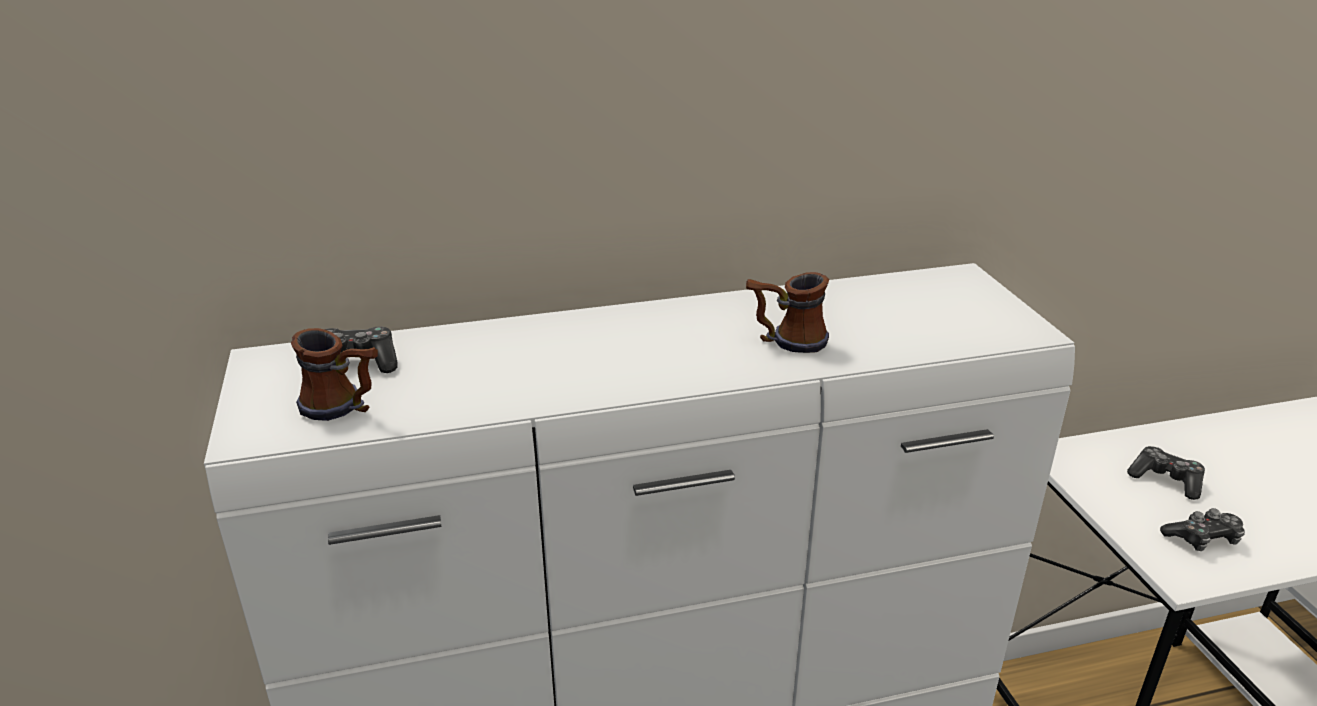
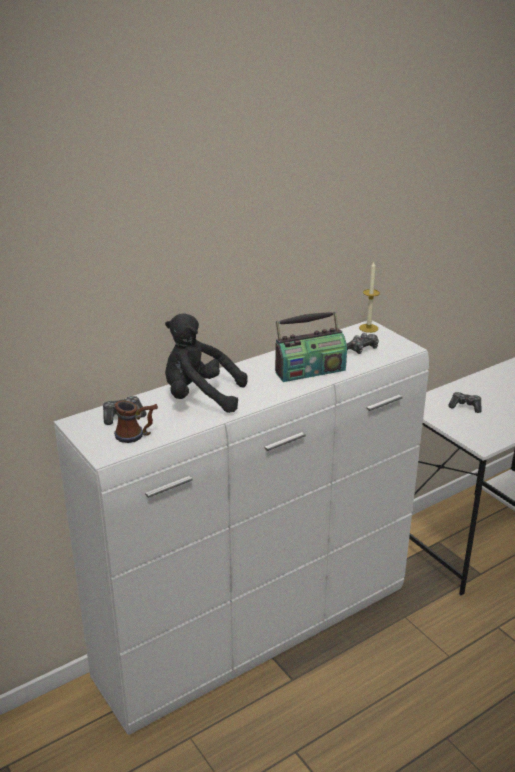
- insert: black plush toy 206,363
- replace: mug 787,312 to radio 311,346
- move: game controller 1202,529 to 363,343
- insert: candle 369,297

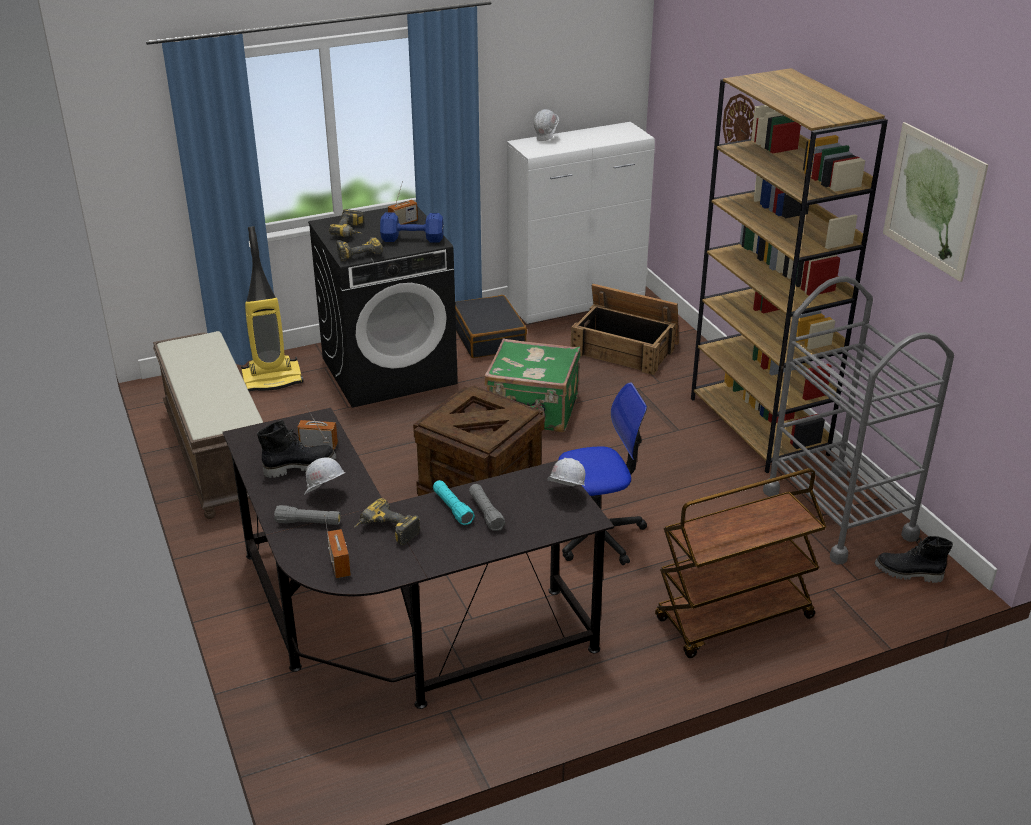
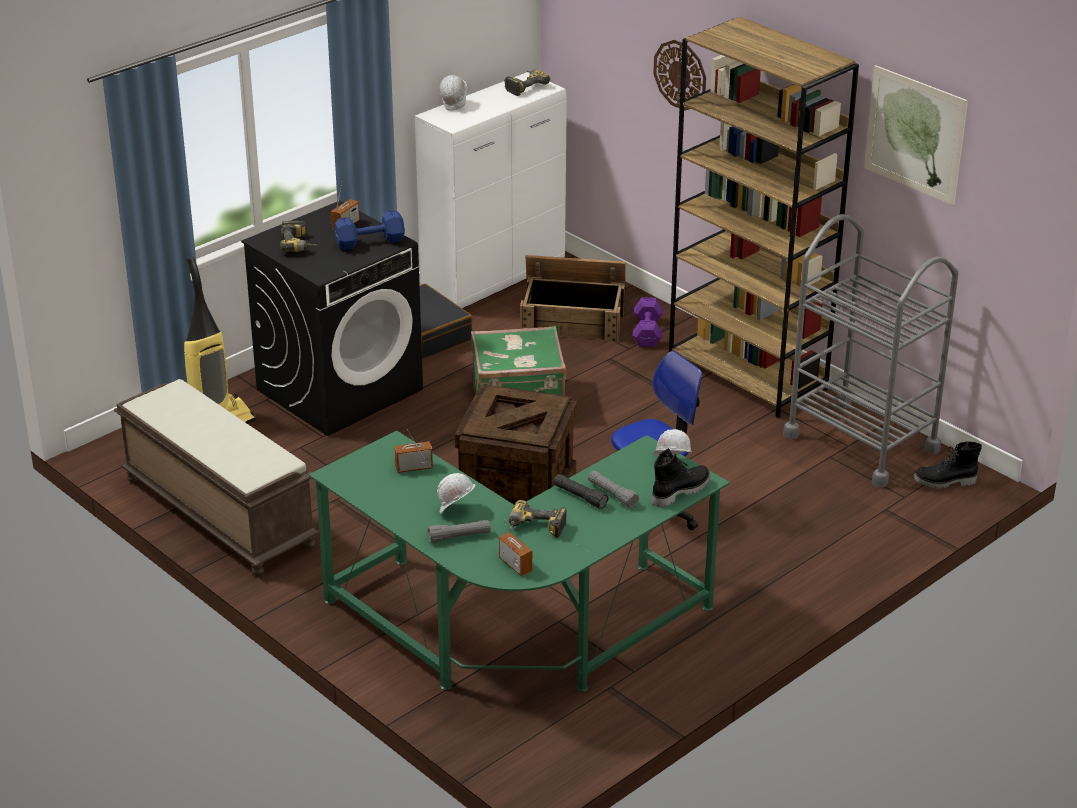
- recolor: black desk 418,558 to green desk 519,561
- move: power drill 359,249 to 527,83
- recolor: turquoise flashlight 454,502 to black flashlight 581,491
- insert: purple dumbbell 648,322
- move: black boot 296,449 to 681,478
- delete: brown cart 740,563

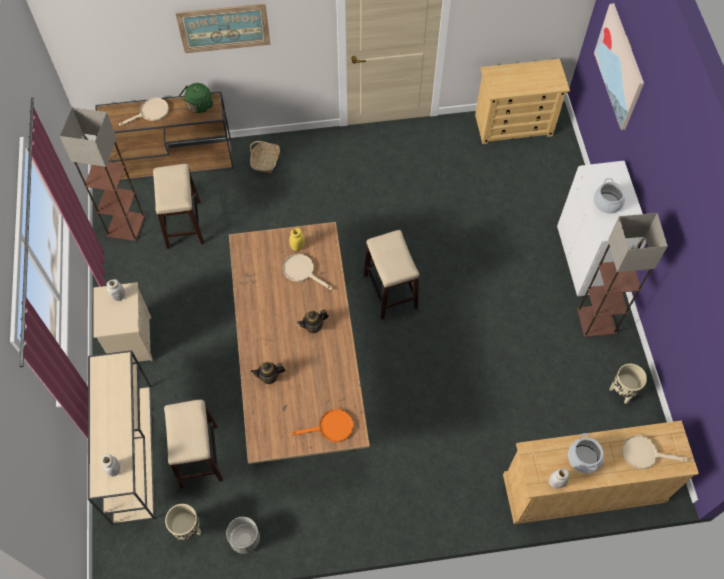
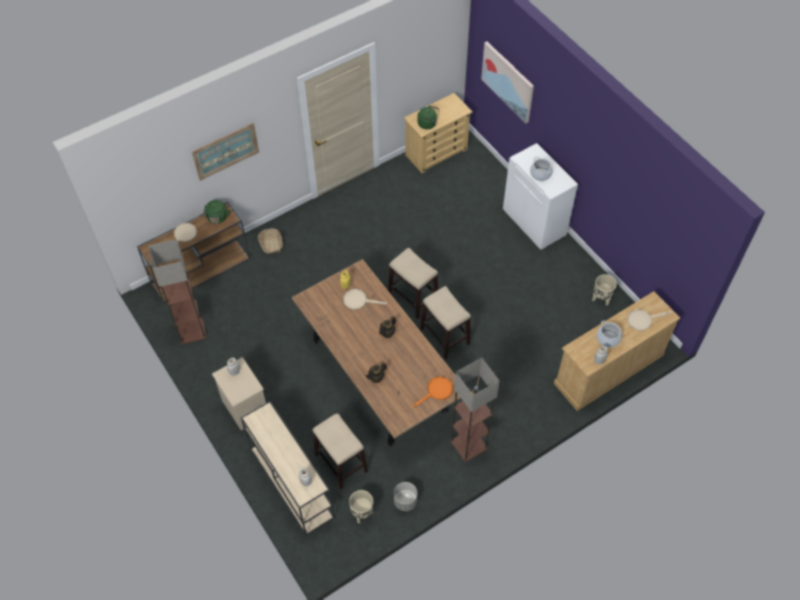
- insert: green kettle 428,117
- move: stool 178,206 to 445,322
- move: floor lamp 622,275 to 474,410

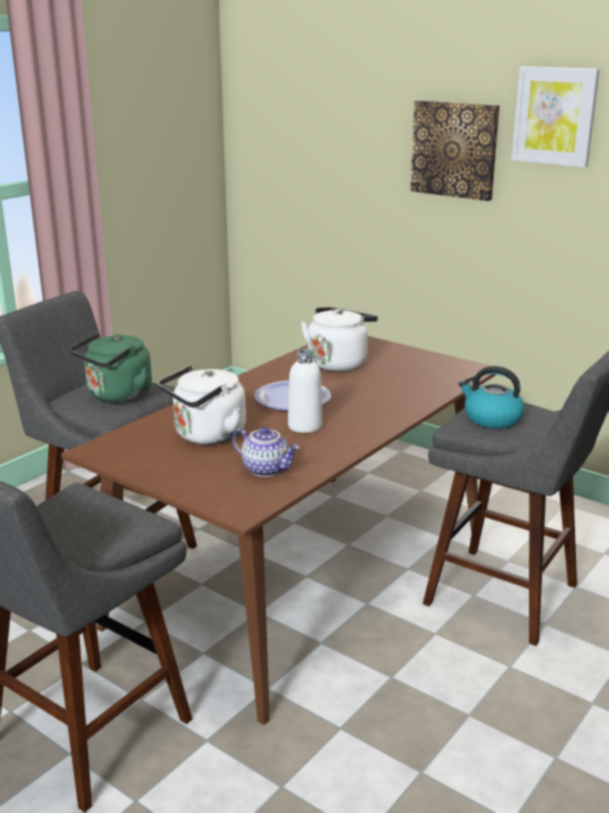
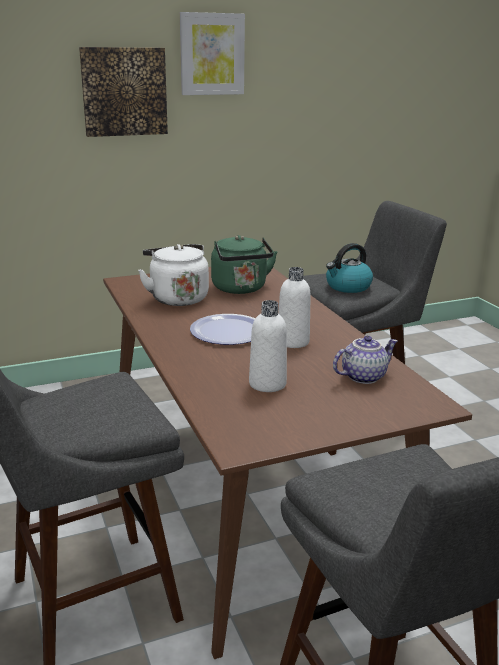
- move: green kettle 111,368 to 244,264
- replace: white kettle 202,405 to white bottle 268,346

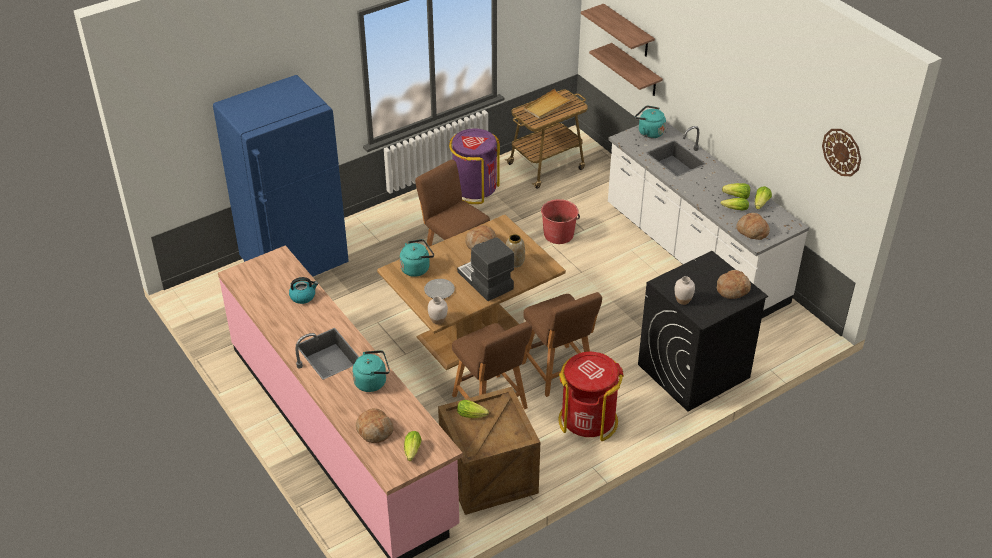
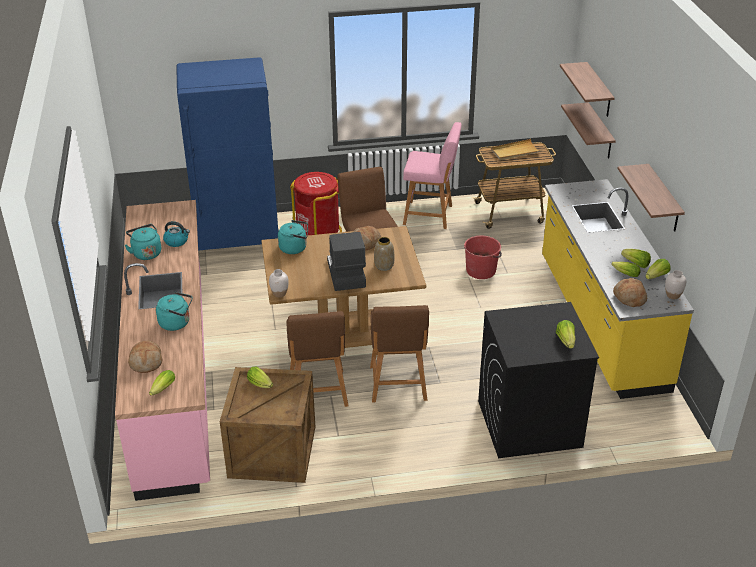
- move: turquoise kettle 650,122 to 143,242
- move: red trash can 591,396 to 316,204
- replace: purple trash can 474,166 to pink stool 432,175
- recolor: white counter 708,220 to yellow counter 618,289
- replace: bread 734,284 to lettuce 565,334
- insert: shelf 651,197
- move: white vase 685,290 to 675,284
- delete: plate 439,289
- delete: wall clock 841,152

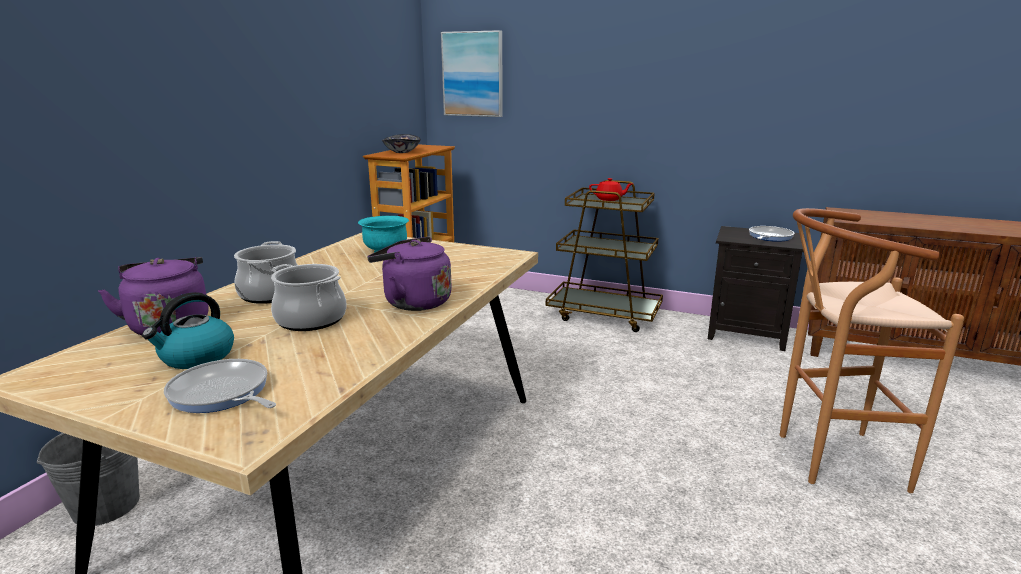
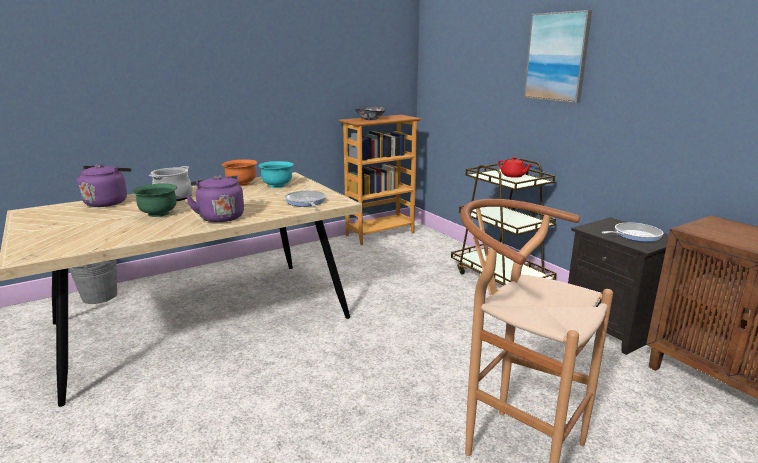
- replace: cooking pot 309,297 to green bowl 154,200
- insert: orange bowl 239,172
- move: frying pan 220,386 to 305,198
- move: picture 472,73 to 558,56
- delete: kettle 188,330

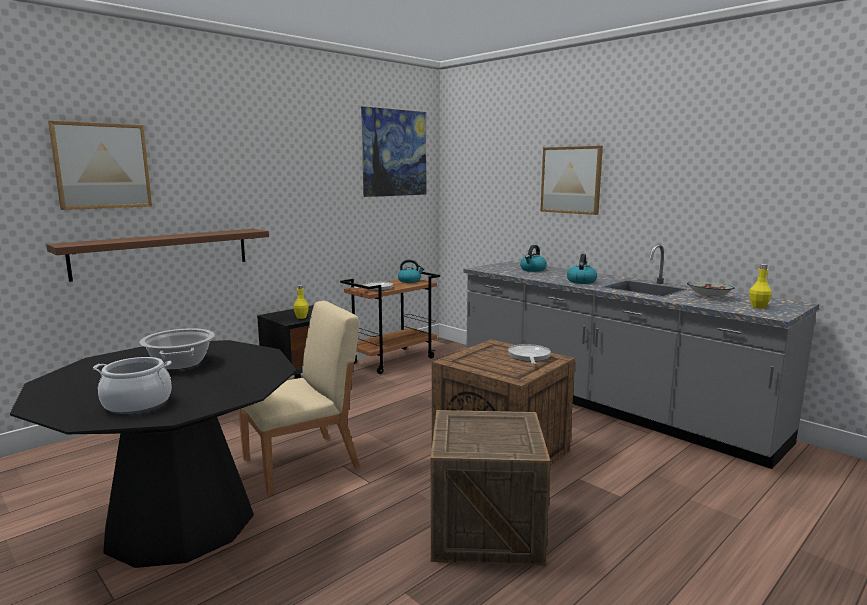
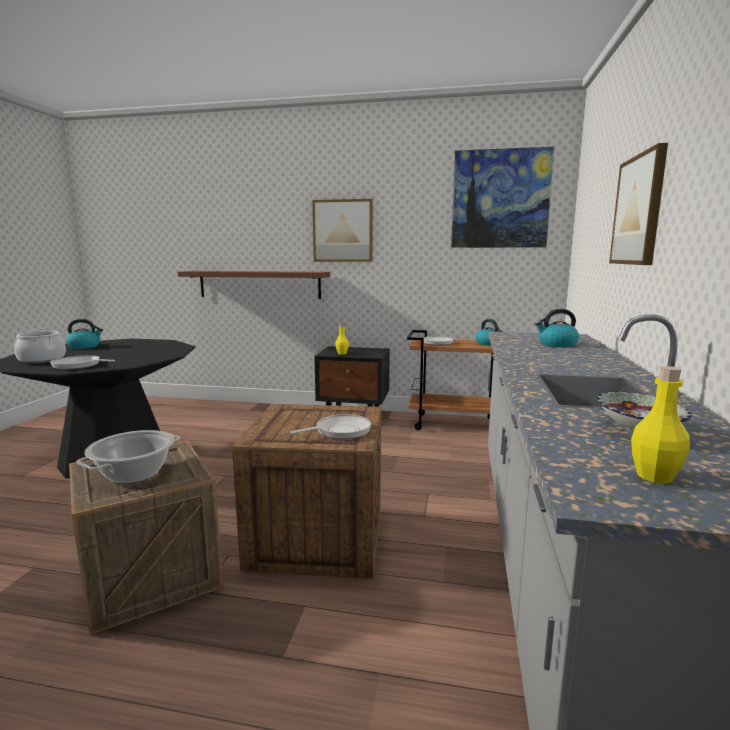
- insert: frying pan 82,362
- move: kettle 582,269 to 84,334
- move: cooking pot 177,349 to 128,457
- move: picture 100,165 to 342,230
- delete: beige chair 299,398

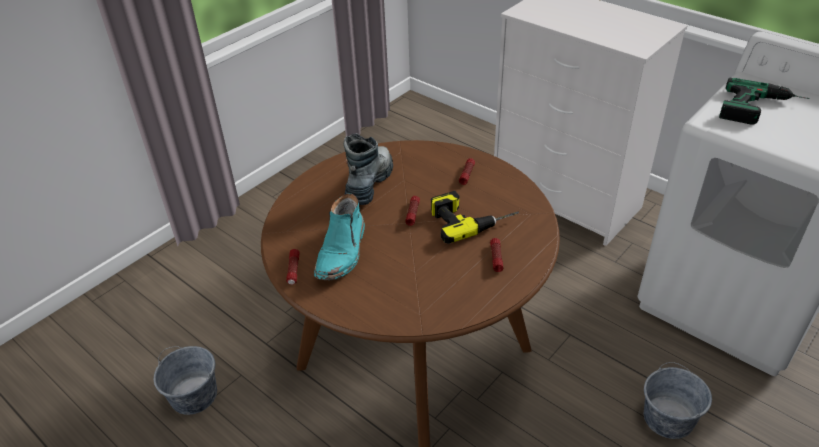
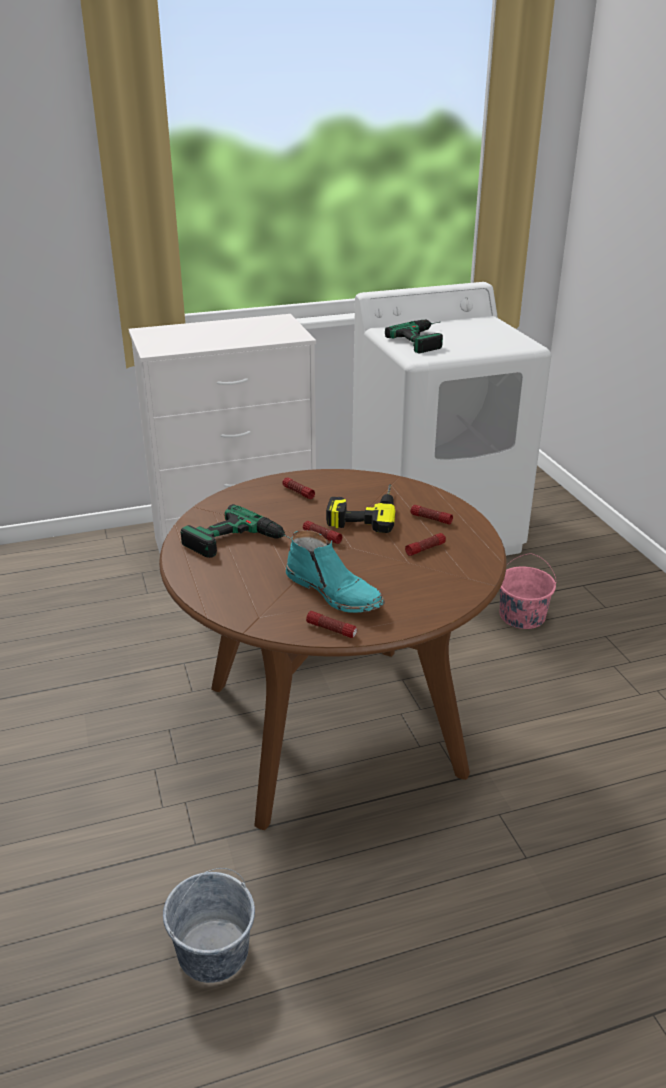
- replace: boot 368,169 to power drill 236,531
- insert: flashlight 425,544
- recolor: grey bucket 678,400 to pink bucket 528,591

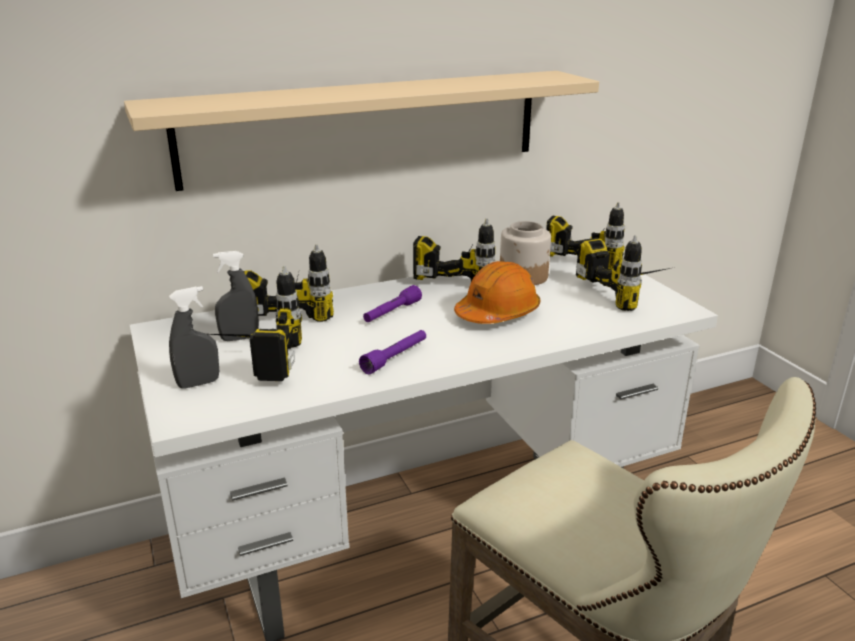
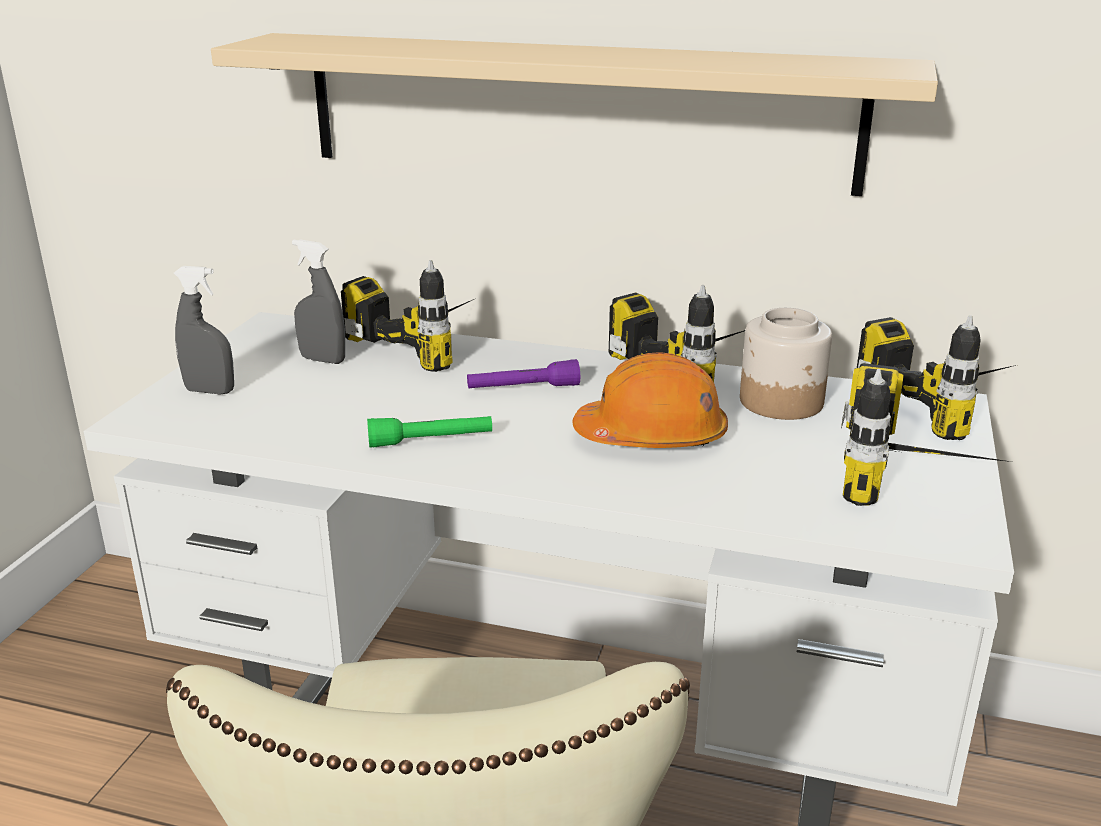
- recolor: purple flashlight 392,352 to green flashlight 429,432
- delete: power drill 255,323

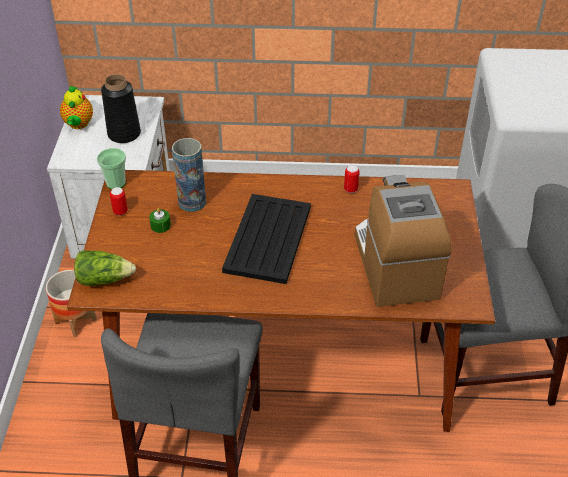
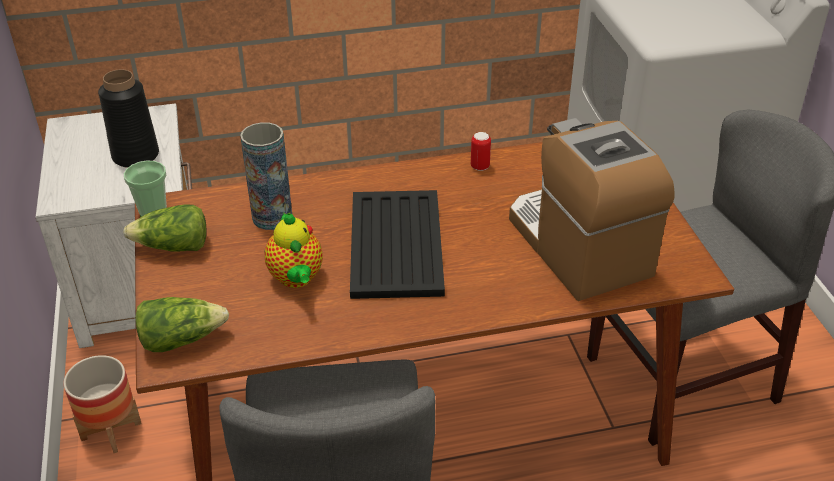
- replace: can 119,201 to lettuce 164,227
- move: teapot 76,107 to 294,250
- delete: green candle 160,220

